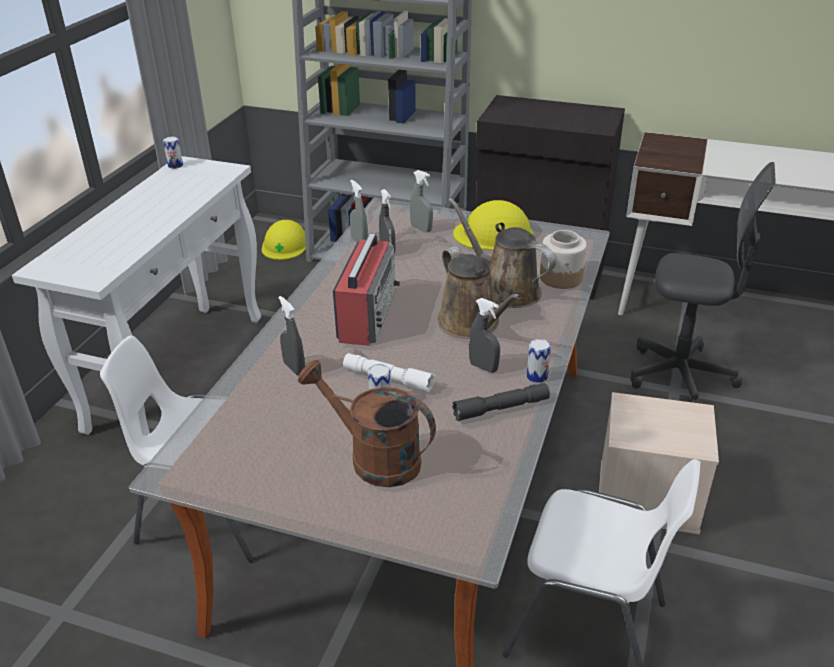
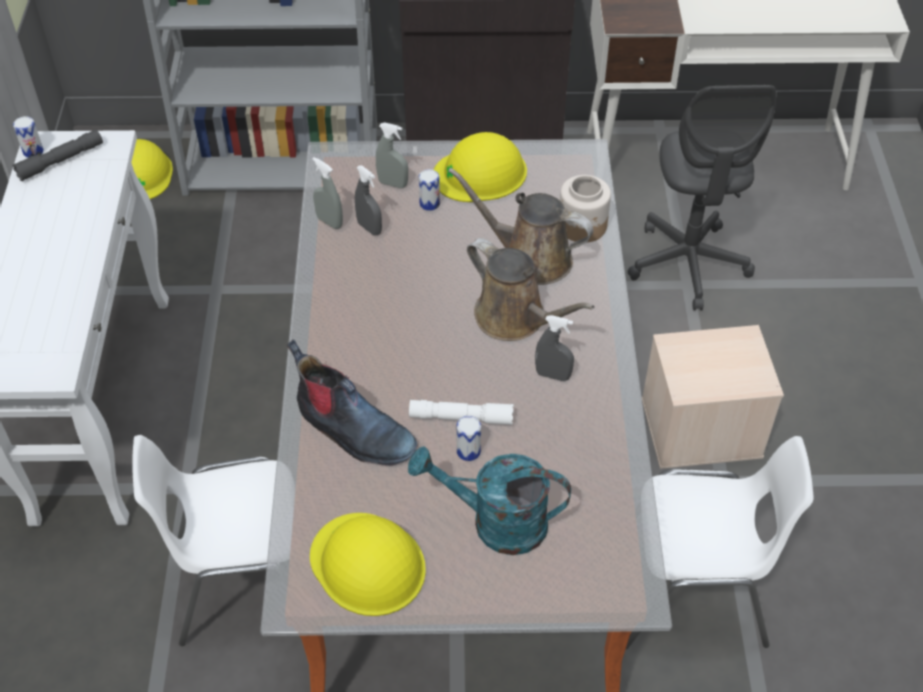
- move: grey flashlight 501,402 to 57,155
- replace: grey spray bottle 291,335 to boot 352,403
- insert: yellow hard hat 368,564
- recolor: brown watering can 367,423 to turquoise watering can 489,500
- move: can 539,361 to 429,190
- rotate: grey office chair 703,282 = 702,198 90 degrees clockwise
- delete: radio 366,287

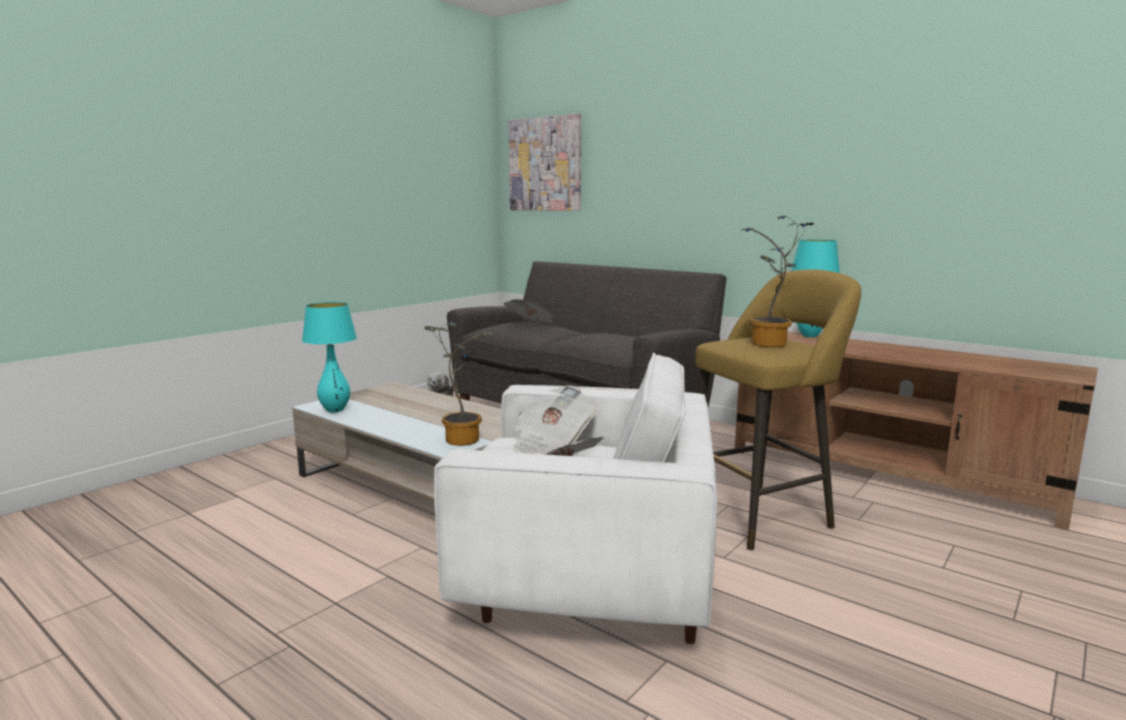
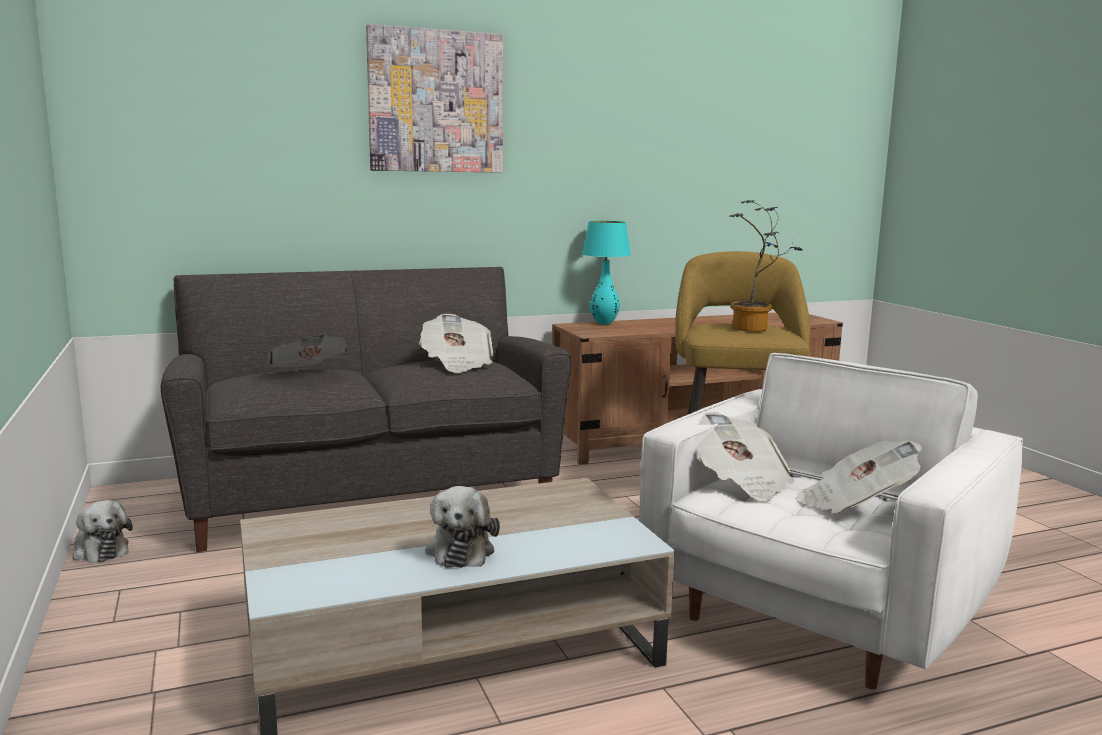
- move: picture 545,162 to 434,98
- insert: newspaper 456,343
- insert: plush toy 462,527
- delete: turquoise table lamp 329,357
- delete: potted plant 458,384

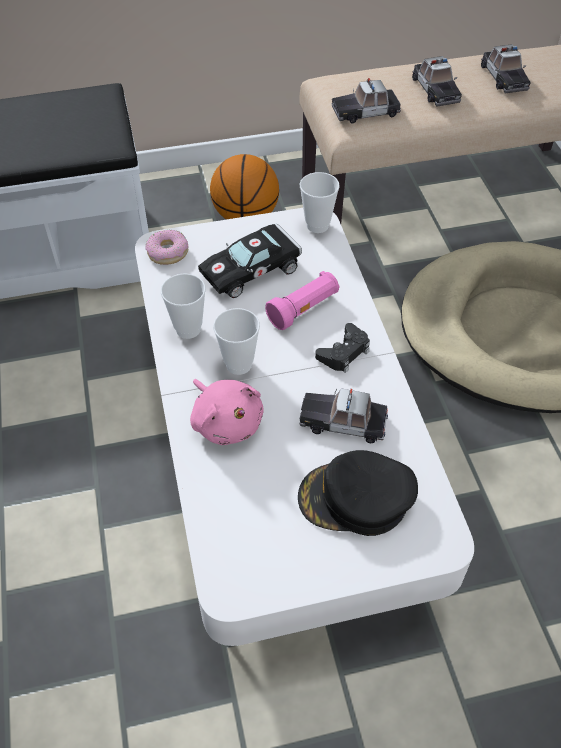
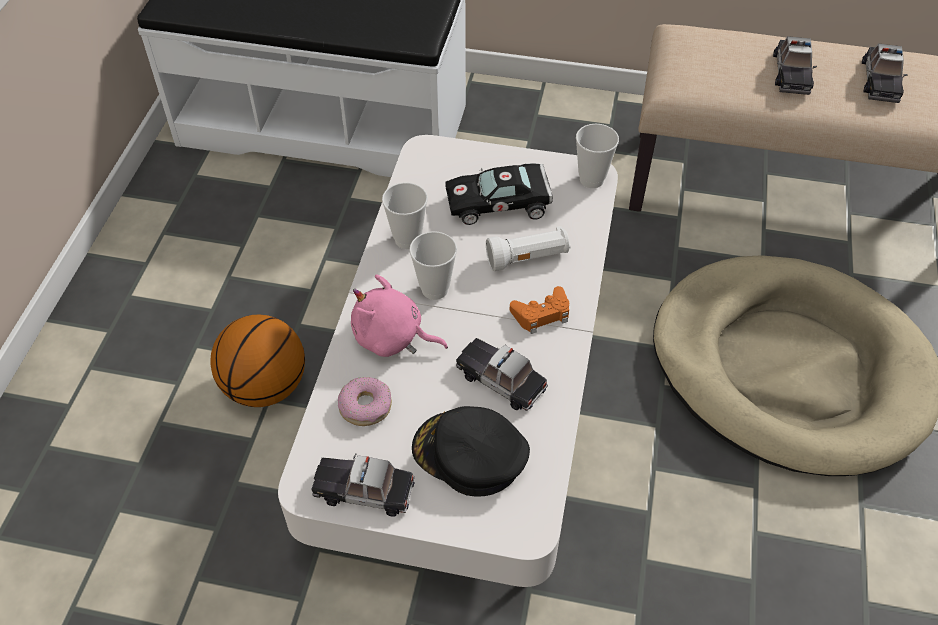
- move: basketball 244,187 to 257,361
- move: toy car 366,100 to 363,485
- move: donut 166,247 to 365,401
- rotate: pink plush toy 227,412 = 399,315 120 degrees clockwise
- recolor: pink flashlight 302,300 to white flashlight 528,248
- recolor: black game controller 342,348 to orange game controller 539,310

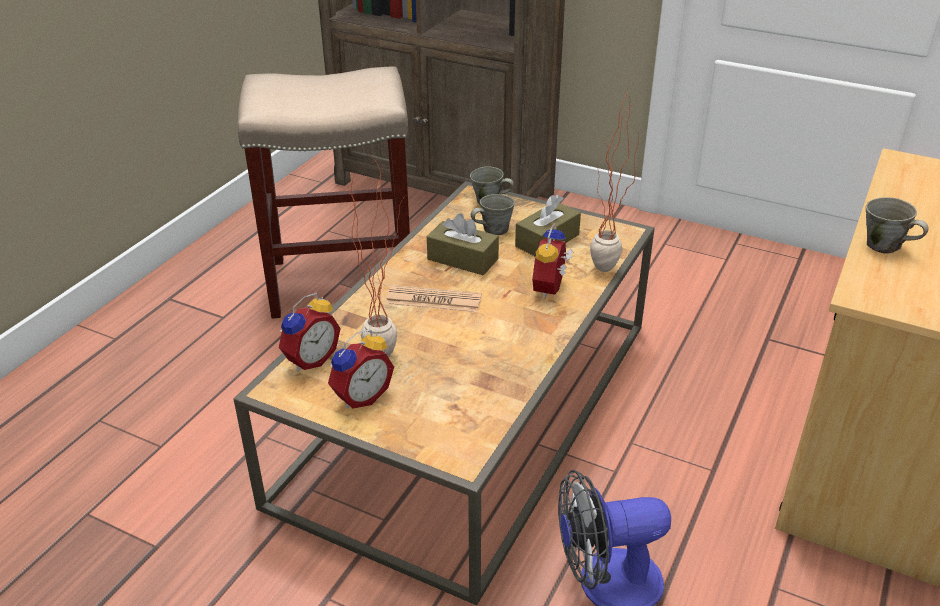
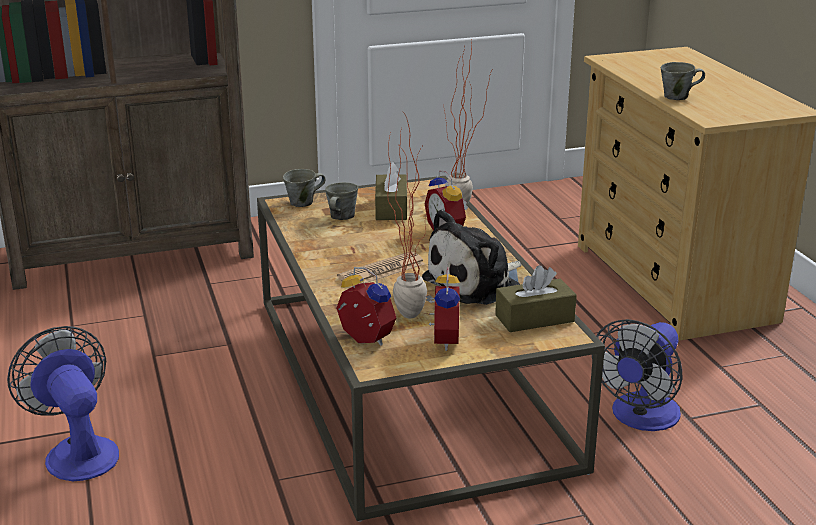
- insert: fan 63,403
- rotate: alarm clock 310,332 = 366,306 45 degrees counterclockwise
- insert: plush toy 472,257
- move: brown tissue box 463,244 to 536,298
- delete: beige stool 324,192

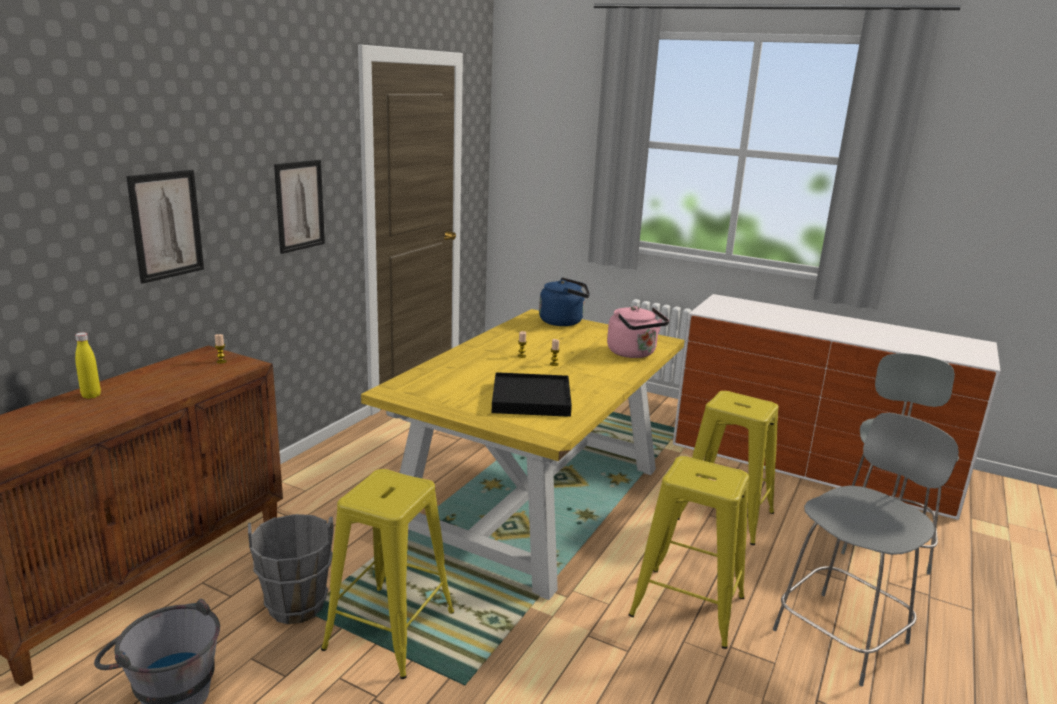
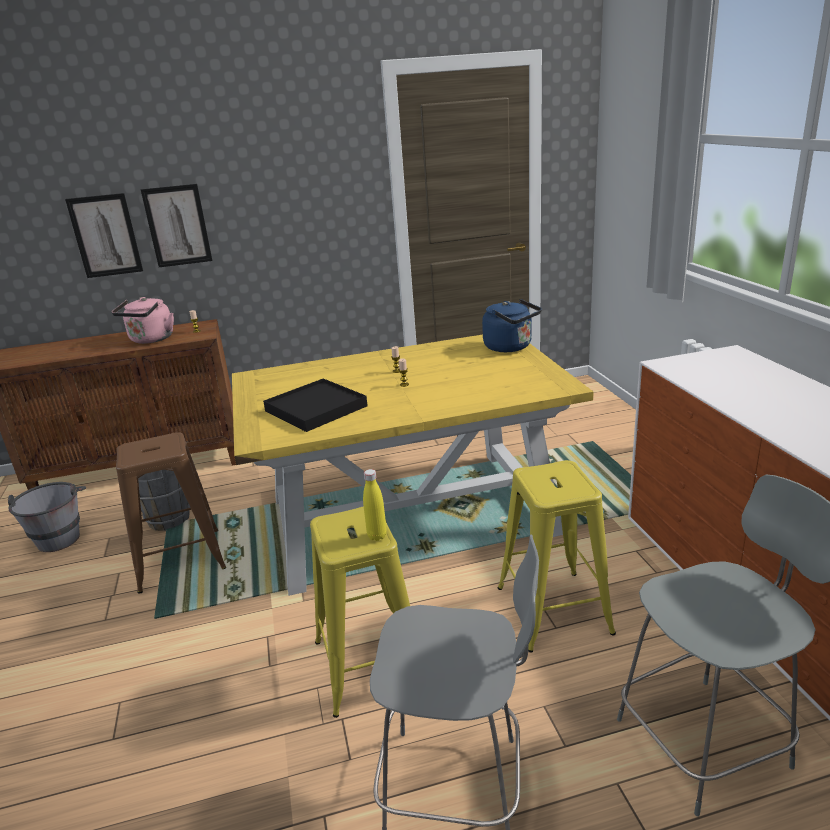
- move: picture 299,207 to 104,235
- move: pink kettle 638,332 to 143,320
- recolor: yellow stool 387,574 to brown stool 171,513
- move: yellow bottle 88,365 to 375,505

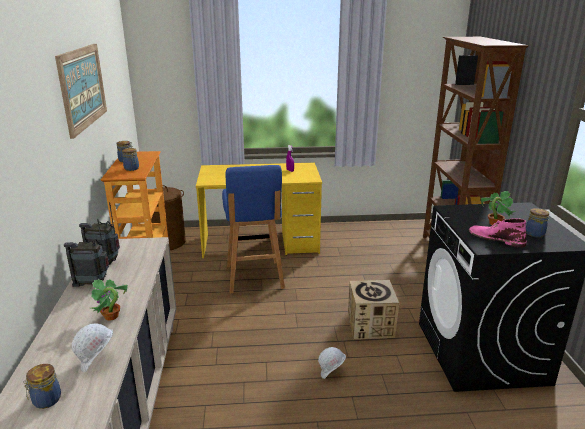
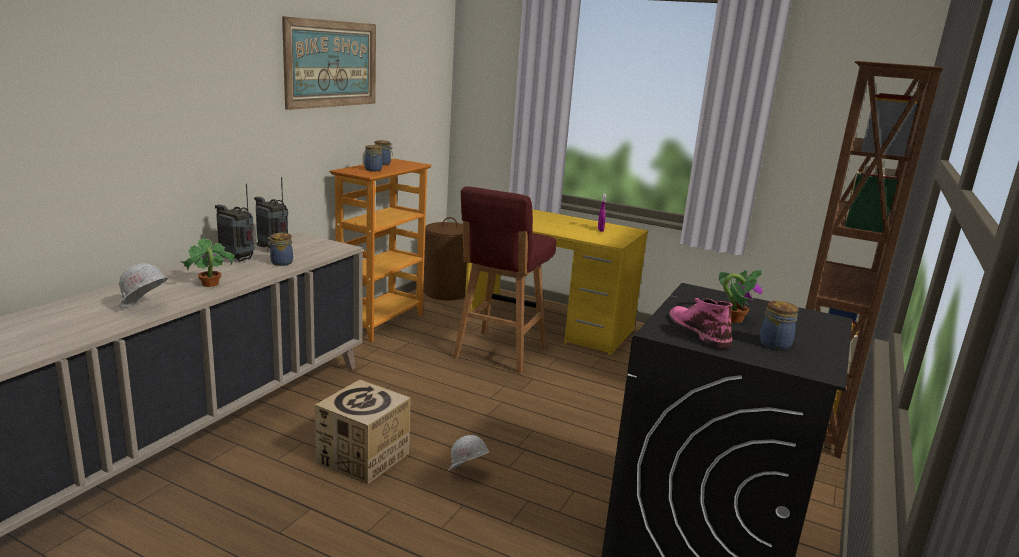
- move: jar 42,386 to 280,249
- move: cardboard box 373,309 to 363,432
- recolor: blue stool 253,229 to red stool 504,280

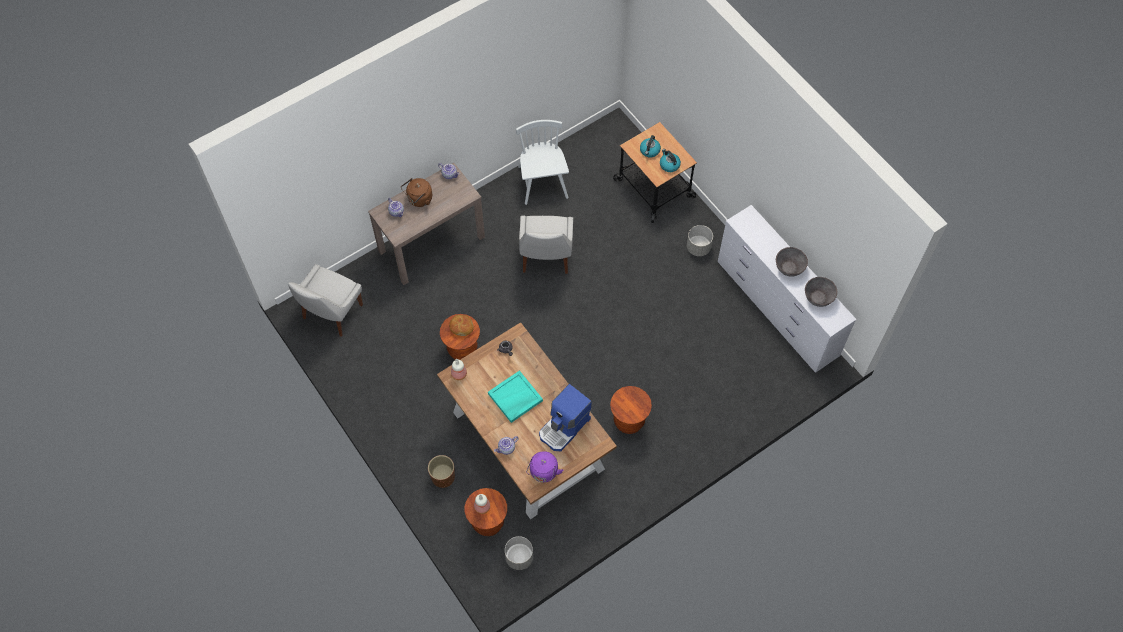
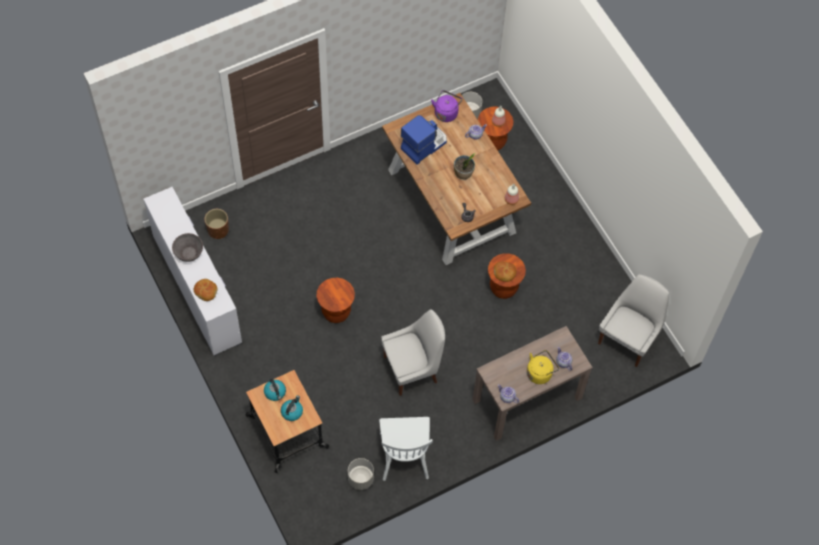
- insert: bread 205,290
- move: brown planter 441,471 to 216,224
- move: brown stool 631,410 to 335,300
- move: grey planter 700,240 to 361,474
- rotate: white chair 546,244 = 413,352 60 degrees clockwise
- replace: turquoise tray 515,396 to potted plant 465,166
- recolor: brown kettle 416,192 to yellow kettle 543,367
- delete: grey bowl 821,292

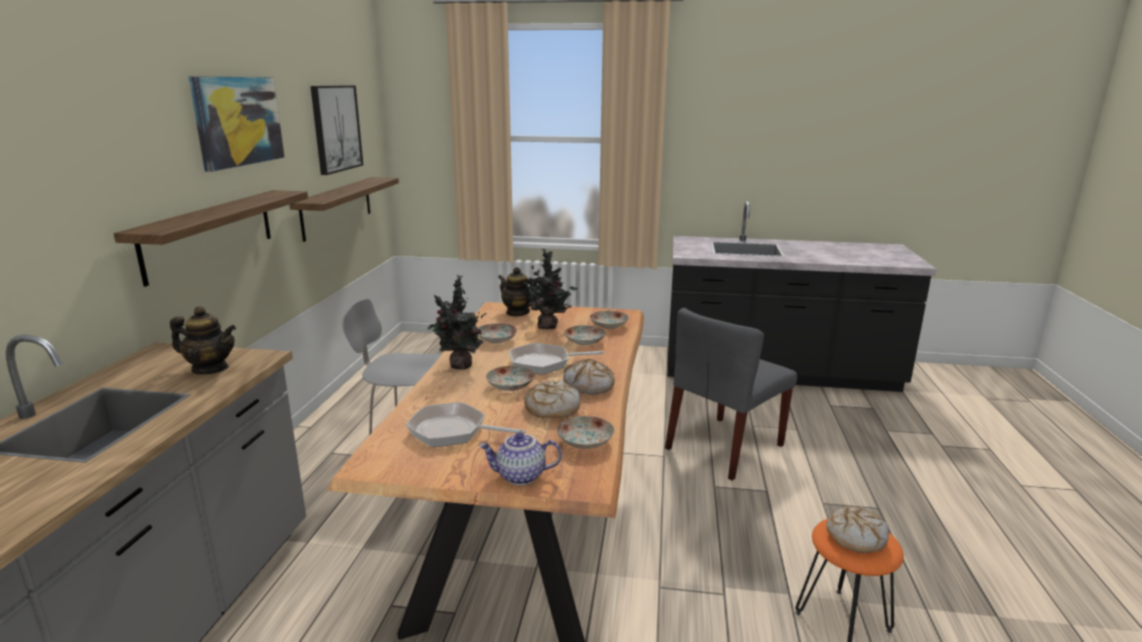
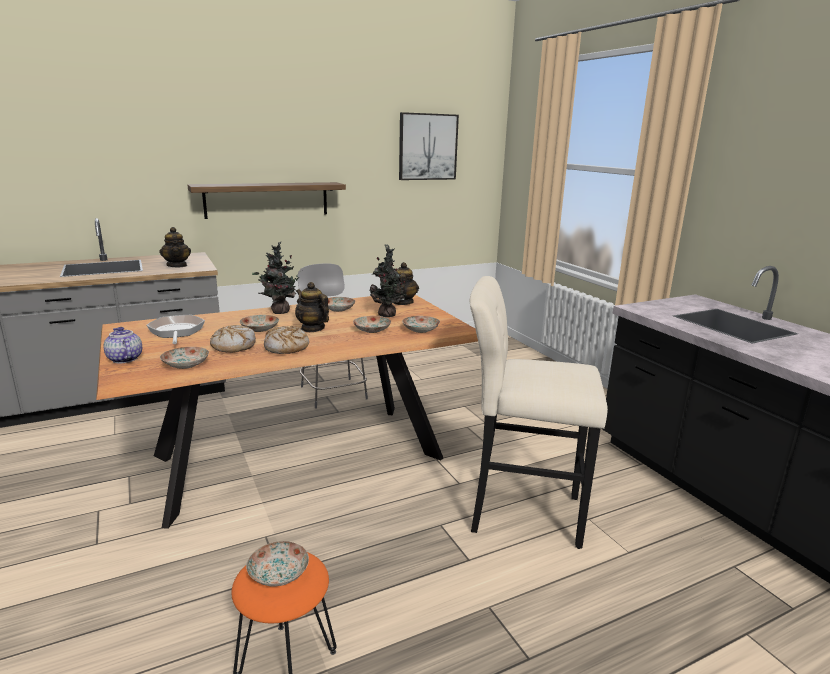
- replace: bread 857,529 to plate 277,564
- replace: frying pan 556,359 to teapot 312,307
- replace: grey chair 731,394 to beige stool 539,412
- delete: picture 236,124
- delete: shelf 344,209

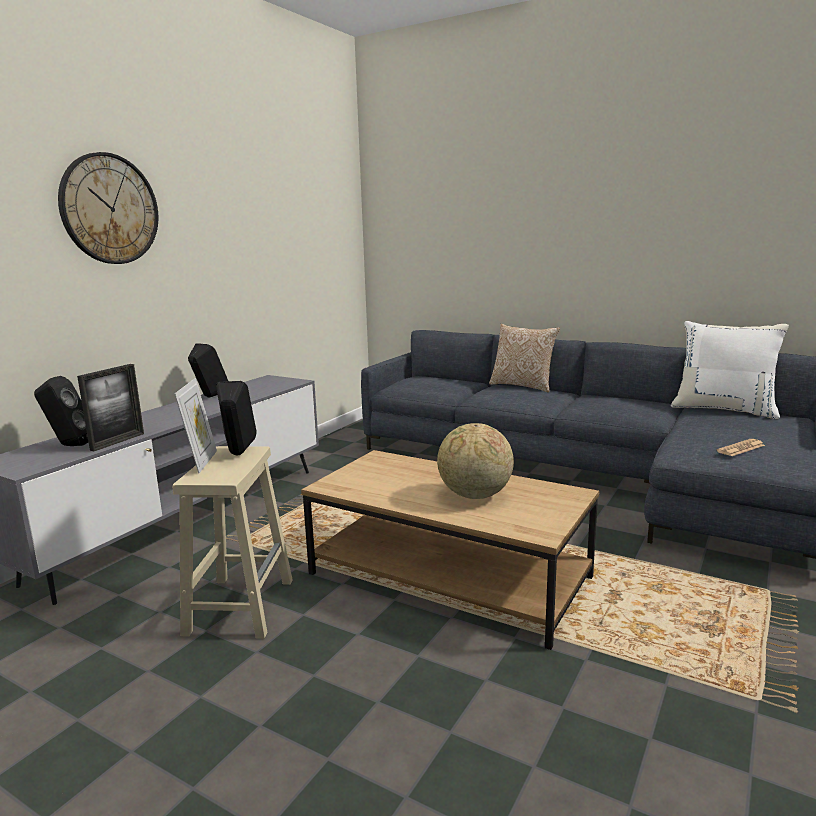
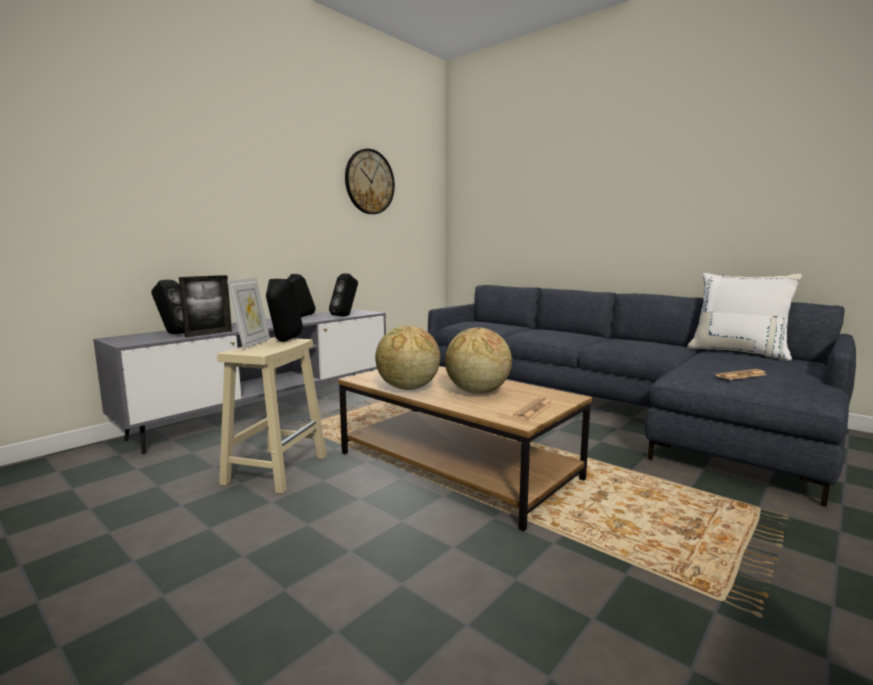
- insert: black speaker 343,295
- move: wall clock 108,208 to 370,181
- insert: globe 407,357
- insert: newspaper 533,409
- delete: pillow 524,358

